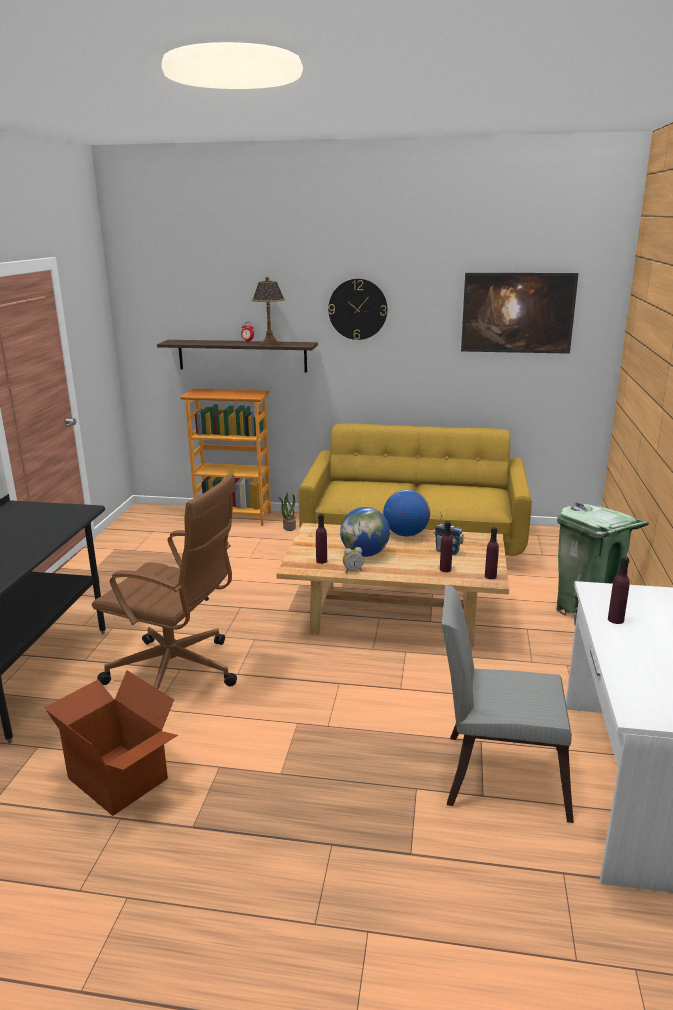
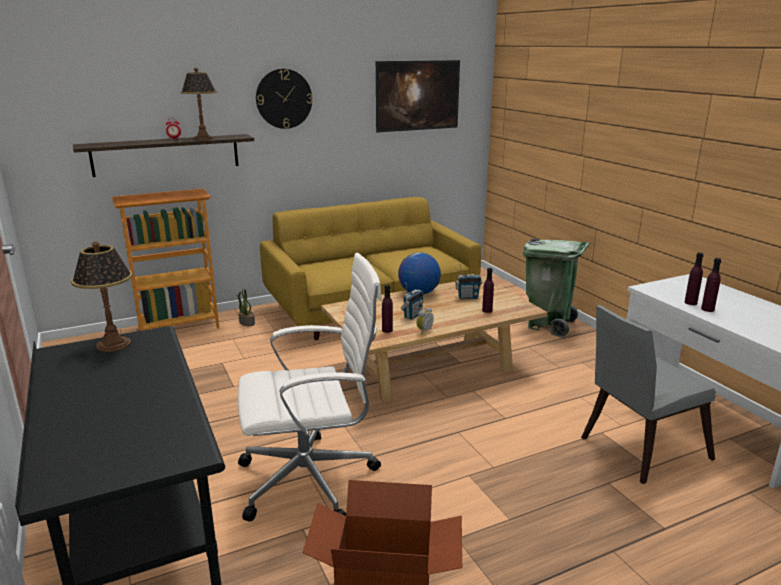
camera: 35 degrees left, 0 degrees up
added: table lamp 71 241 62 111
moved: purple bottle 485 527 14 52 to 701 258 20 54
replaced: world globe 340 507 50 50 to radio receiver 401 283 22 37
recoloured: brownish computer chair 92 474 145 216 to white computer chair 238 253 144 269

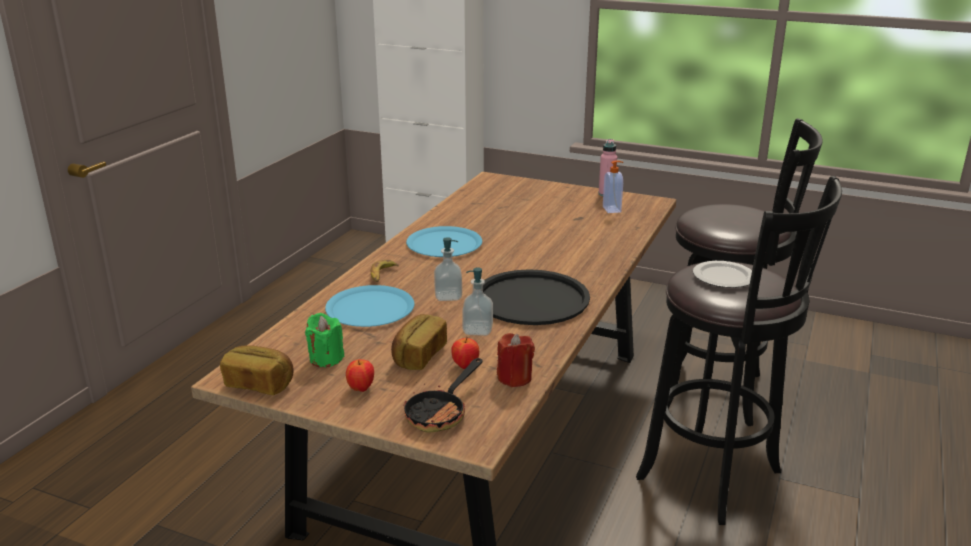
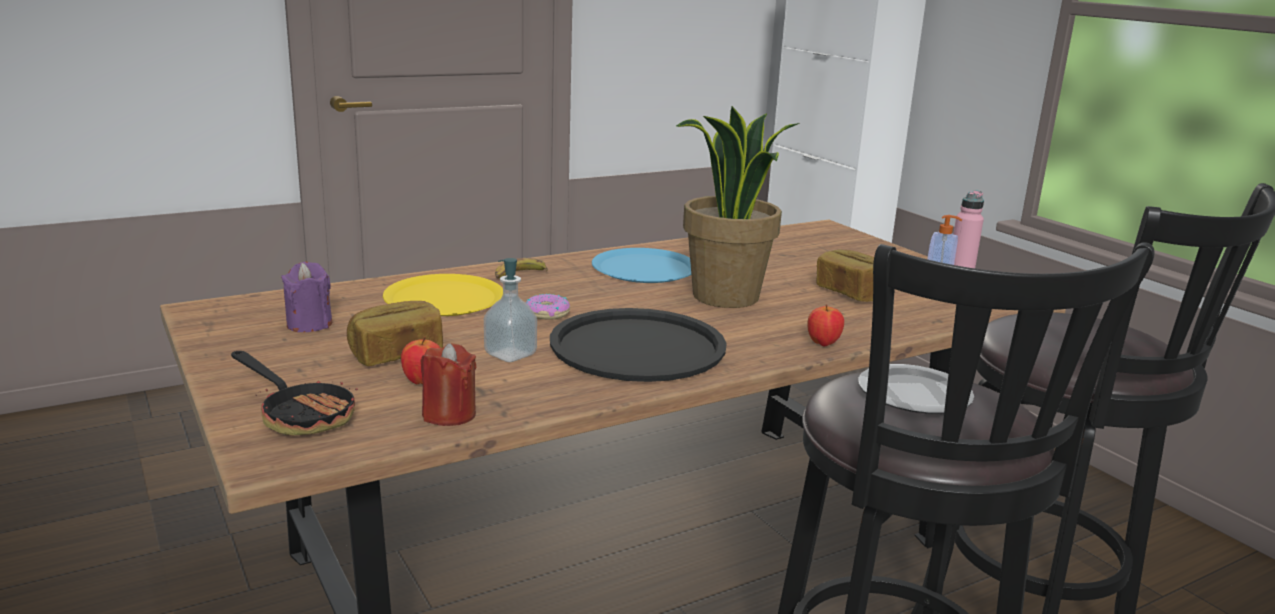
camera: 35 degrees right, 5 degrees down
added: houseplant 676 106 124 202
moved: baked bread 220 345 74 50 to 816 250 58 52; apple 346 359 28 33 to 807 304 37 42
replaced: soap dispenser 434 237 28 64 to donut 525 294 45 26
recoloured: green-coloured candle 305 313 39 54 to purple candle 281 262 51 70; blue flat dish 325 285 90 42 to yellowish flat dish 383 274 120 42
turned: frying pan 403 358 79 75 = 231 351 127 85 120 degrees counterclockwise

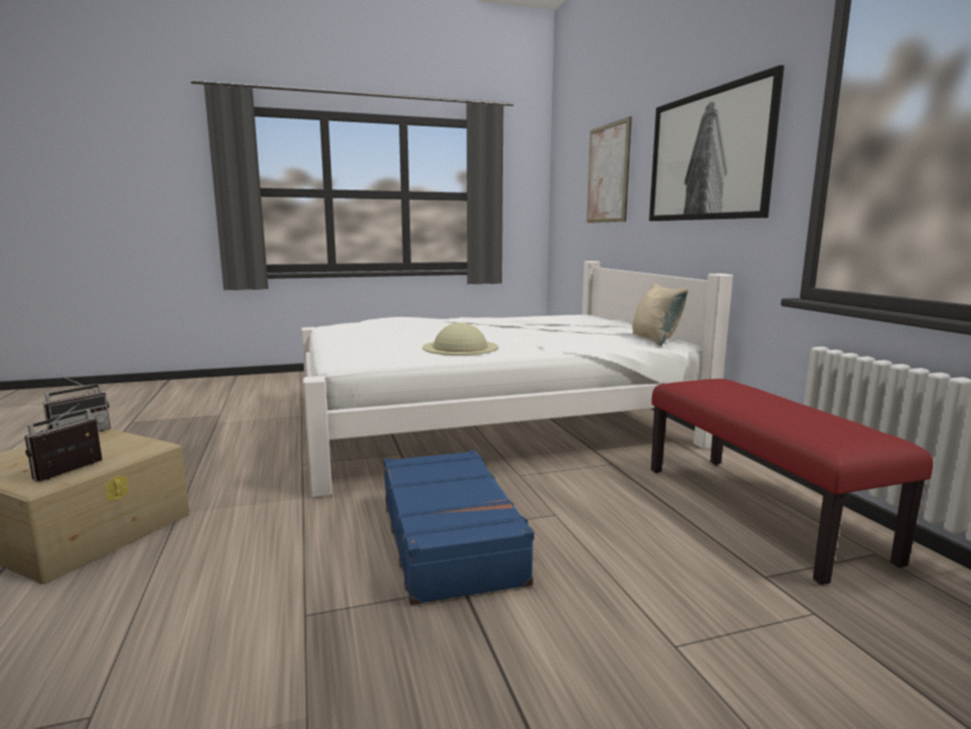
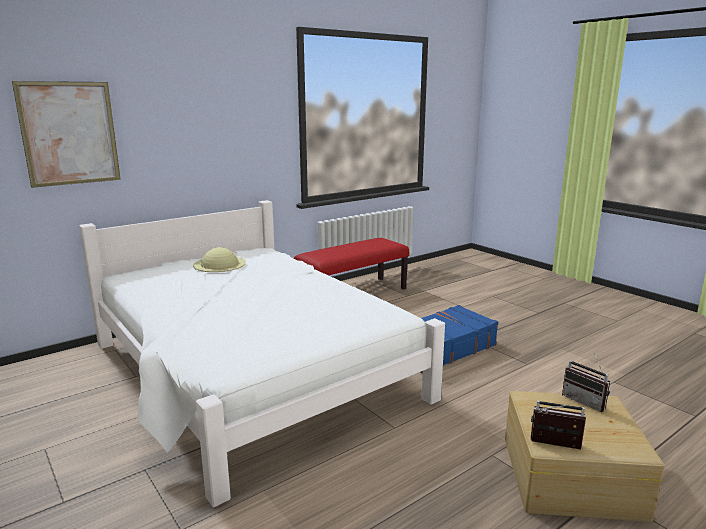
camera: 110 degrees left, 5 degrees up
removed: sand-coloured cushion 632 282 56 64; wall picture 649 65 135 156
moved: sand-coloured wearable hat 422 322 77 33 to 193 247 53 25
turned: radio receiver 25 403 77 79 = 562 353 48 59 45 degrees clockwise

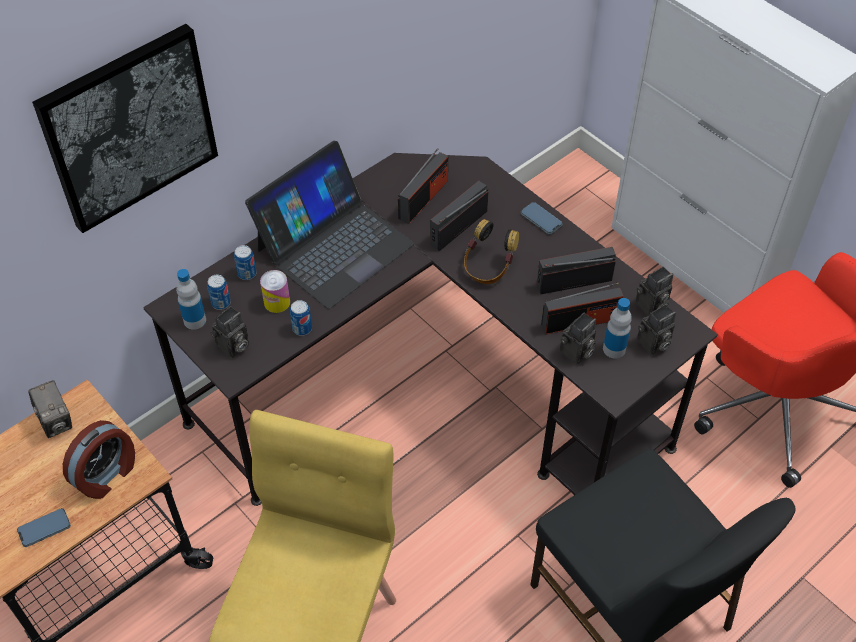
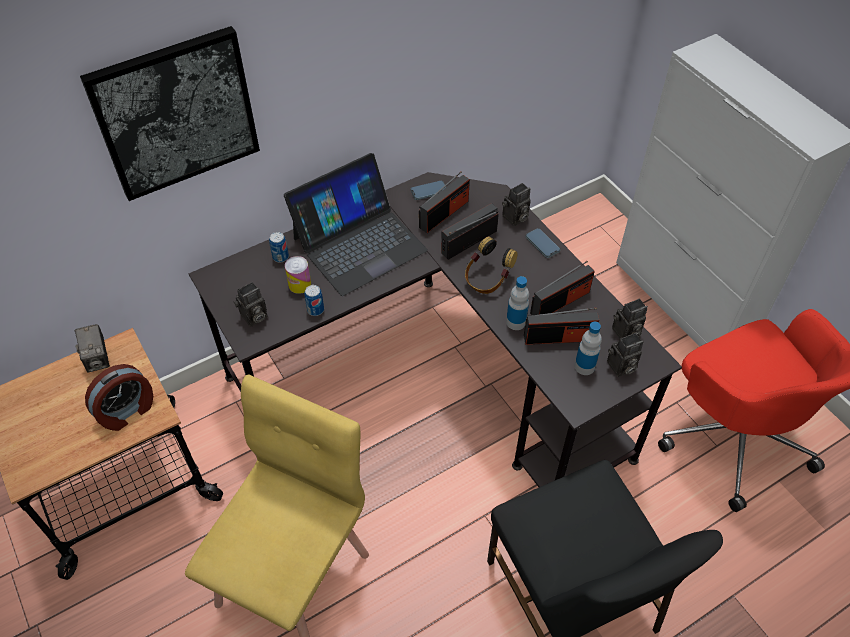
camera: 10 degrees right, 0 degrees up
removed: metal can 207 275 24 35
moved: telephone 17 508 54 39 to 411 181 35 19; bottle 176 269 30 61 to 506 276 23 54; photo camera 560 313 36 52 to 502 183 29 43
turned: radio receiver 537 247 79 48 = 530 261 65 54 150 degrees clockwise

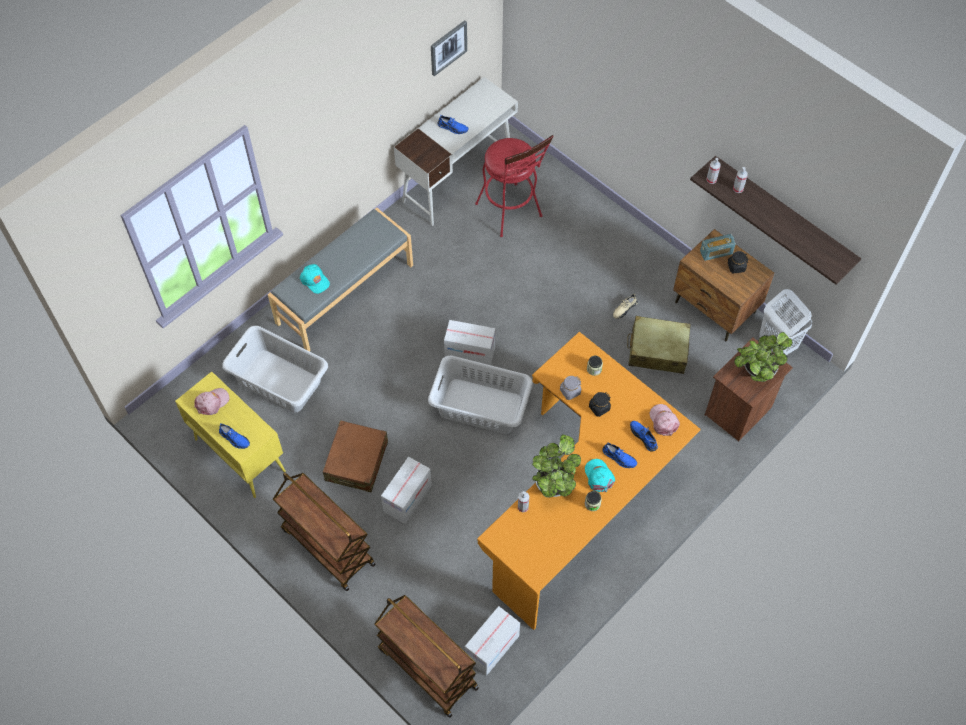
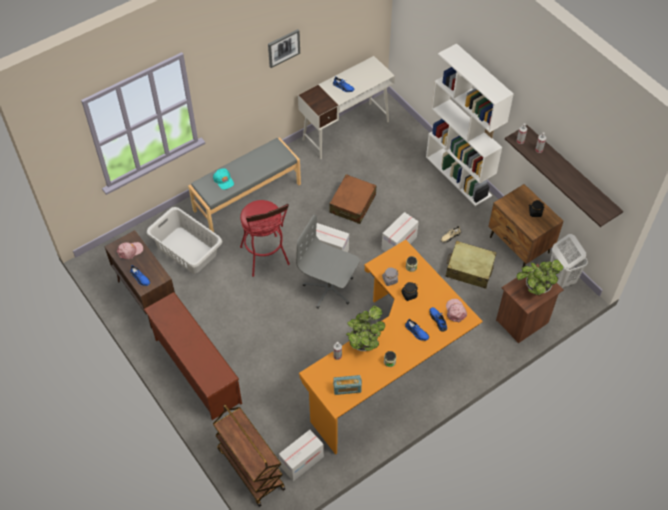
camera: 10 degrees right, 5 degrees down
removed: turquoise cap 585 459 30 33
added: white bookcase 426 43 88 163
moved: brownish suitcase 323 420 65 72 to 329 174 47 50; packing box 381 457 51 67 to 381 212 38 40; wall picture 431 20 36 56 to 268 29 32 39; reddish stool 475 135 79 102 to 240 200 50 77; radio receiver 700 234 36 27 to 333 375 29 20
replaced: brownish cart 273 473 103 118 to brownish shoe stand 144 292 98 128; greyish laundry basket 428 356 105 78 to greyish computer chair 296 215 64 94
recoloured: yellowish storage cabinet 175 372 111 126 to brownish storage cabinet 104 230 71 98

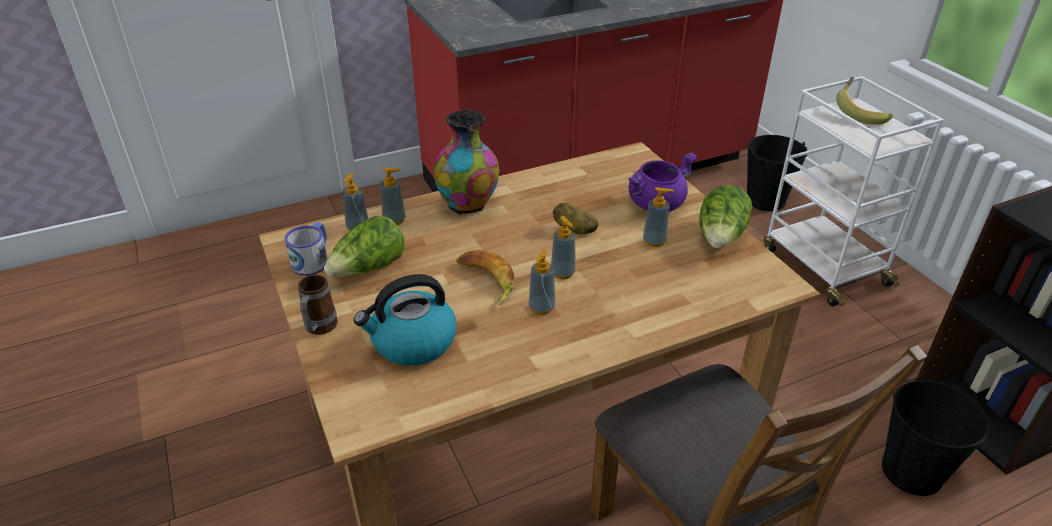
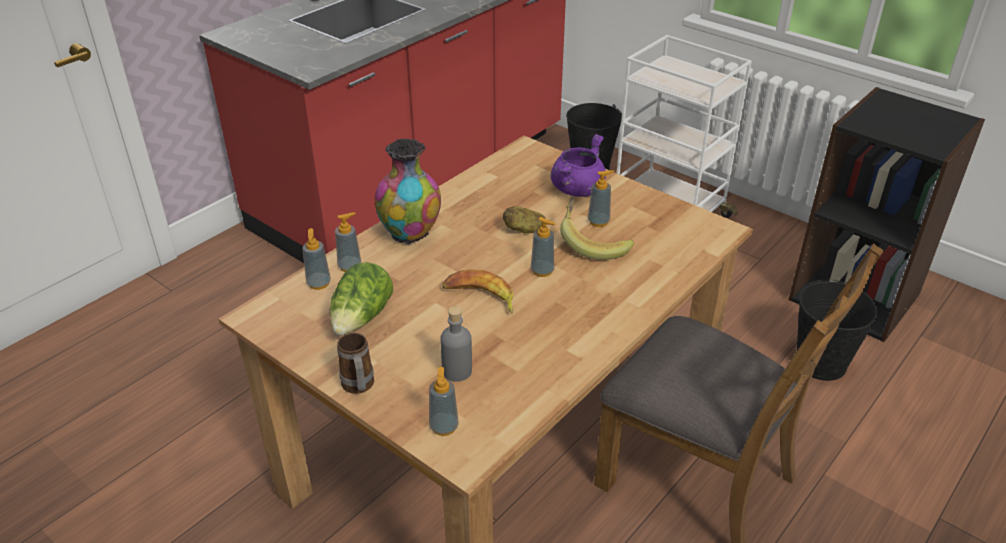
camera: 25 degrees left, 0 degrees up
removed: mug 285 222 43 54; lettuce 699 185 54 63
moved: soap dispenser 529 249 26 66 to 429 367 30 69; whole banana 836 77 57 48 to 560 198 74 62
replaced: water kettle 354 274 103 92 to greyish bottle 440 306 32 76

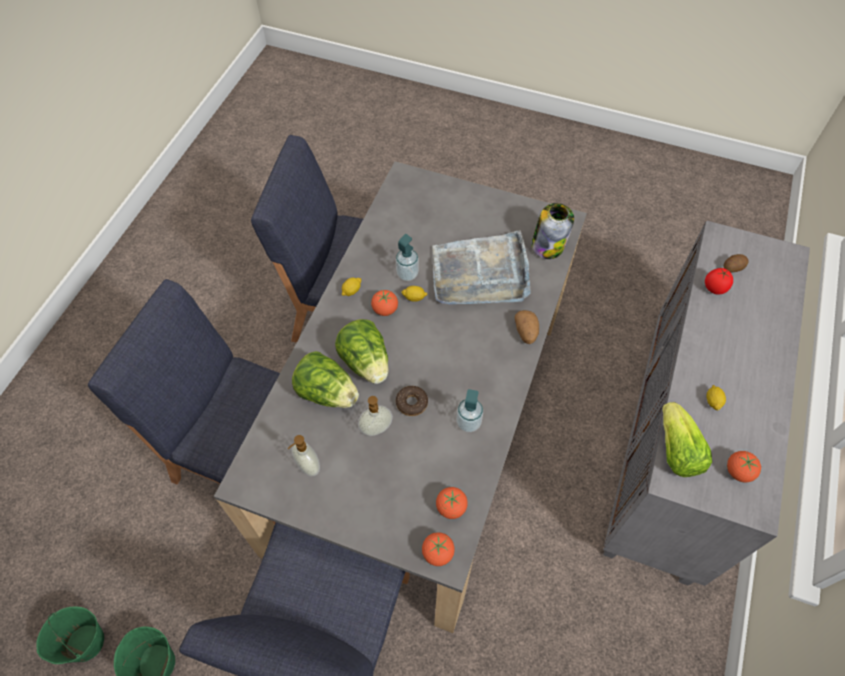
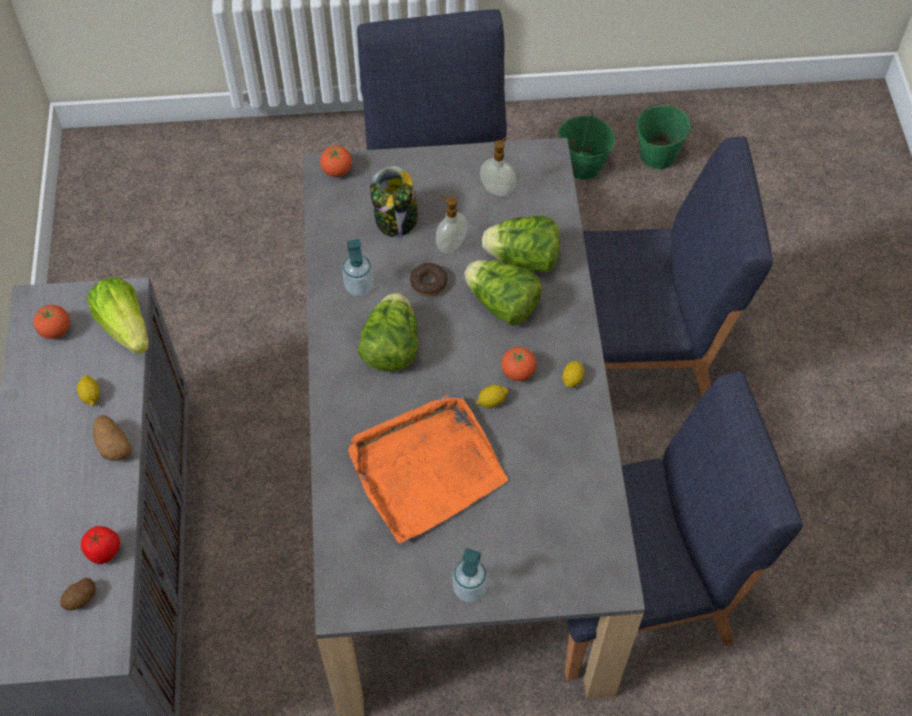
camera: 155 degrees right, 0 degrees up
removed: whole tomato 436 487 32 32
added: lettuce 358 293 60 79
moved: soap dispenser 396 234 23 47 to 453 548 34 54; spud 515 310 24 34 to 93 415 39 46; storage jar 531 203 43 56 to 370 166 48 71
recoloured: greyish carrying tray 432 230 98 74 to orangey carrying tray 348 395 160 148

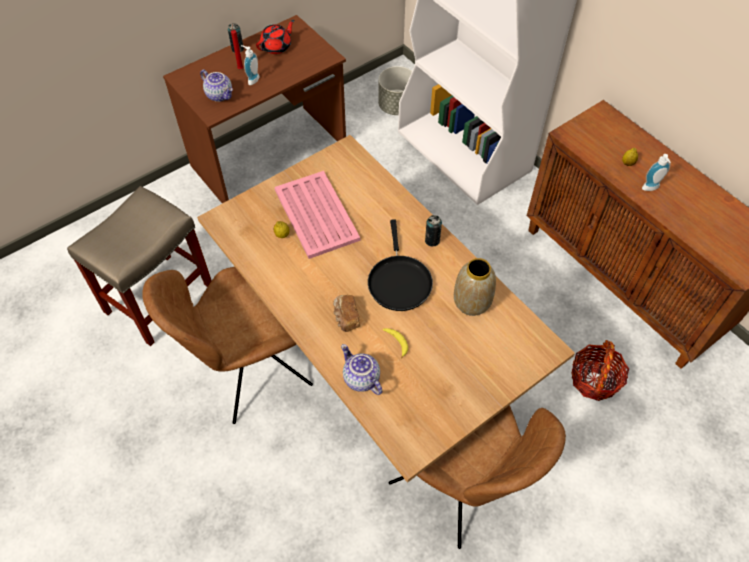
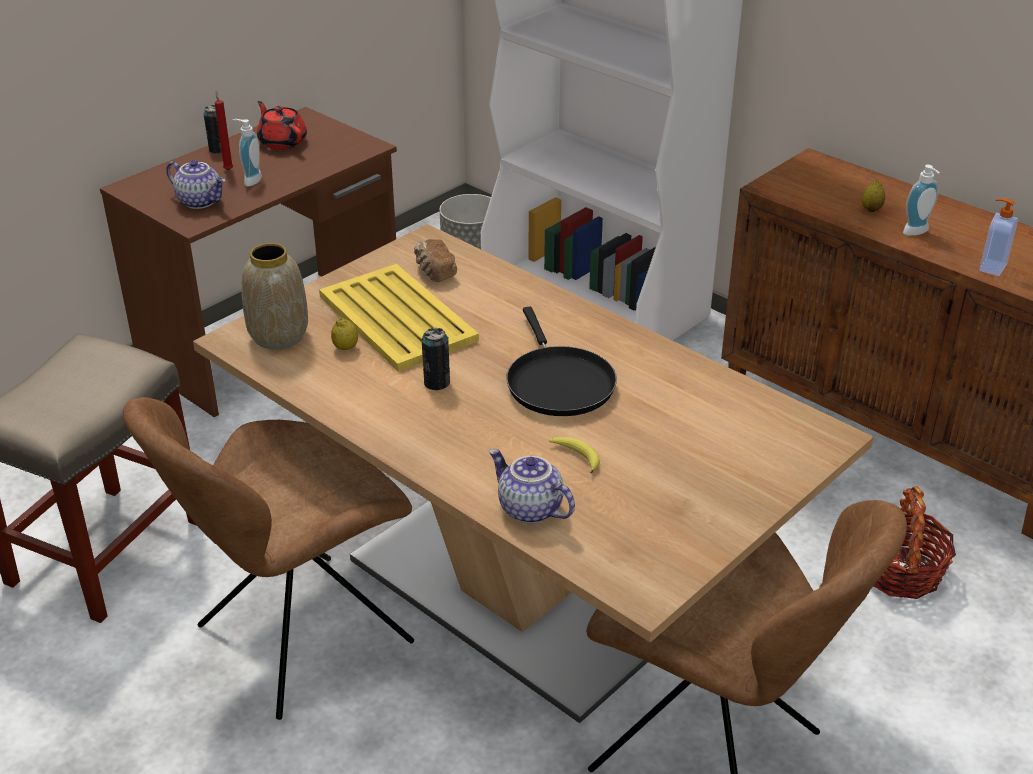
camera: 10 degrees left, 20 degrees down
added: soap dispenser 979 198 39 78
moved: baked bread 333 295 27 37 to 414 239 43 43; metal can 425 215 17 32 to 422 328 28 62; vase 454 258 42 58 to 242 243 66 106
recoloured: pink-coloured carrying tray 274 171 86 88 to yellowish carrying tray 319 264 160 108
turned: reddish tea pot 256 20 38 34 = 257 101 50 49 75 degrees counterclockwise

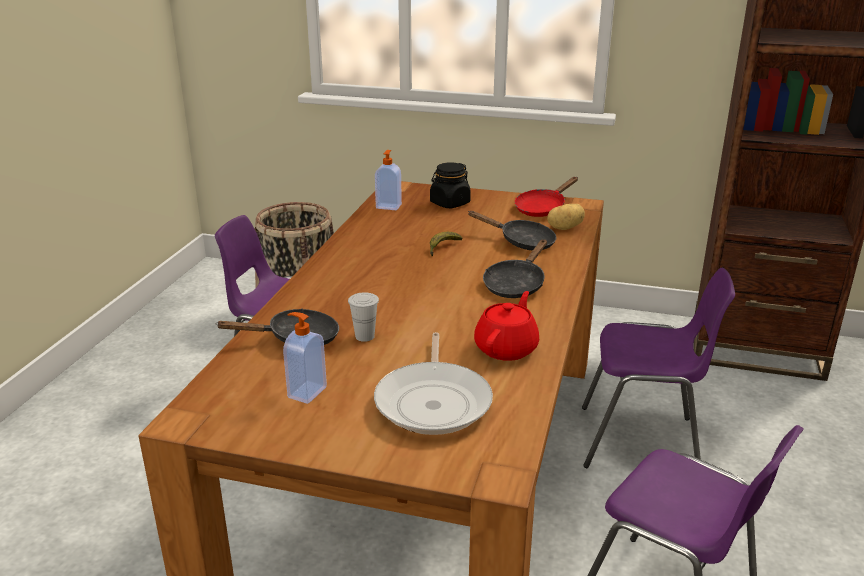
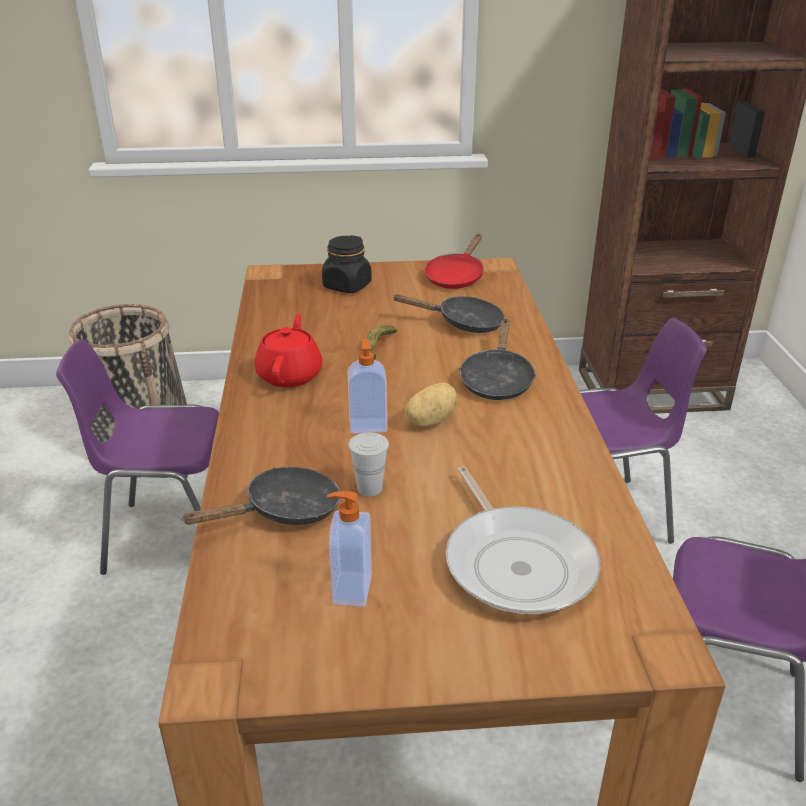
camera: 20 degrees left, 5 degrees up
moved: soap dispenser 375 150 27 60 to 347 339 40 95; reddish tea pot 474 291 65 70 to 254 314 68 73; spud 547 204 38 26 to 405 382 52 45

